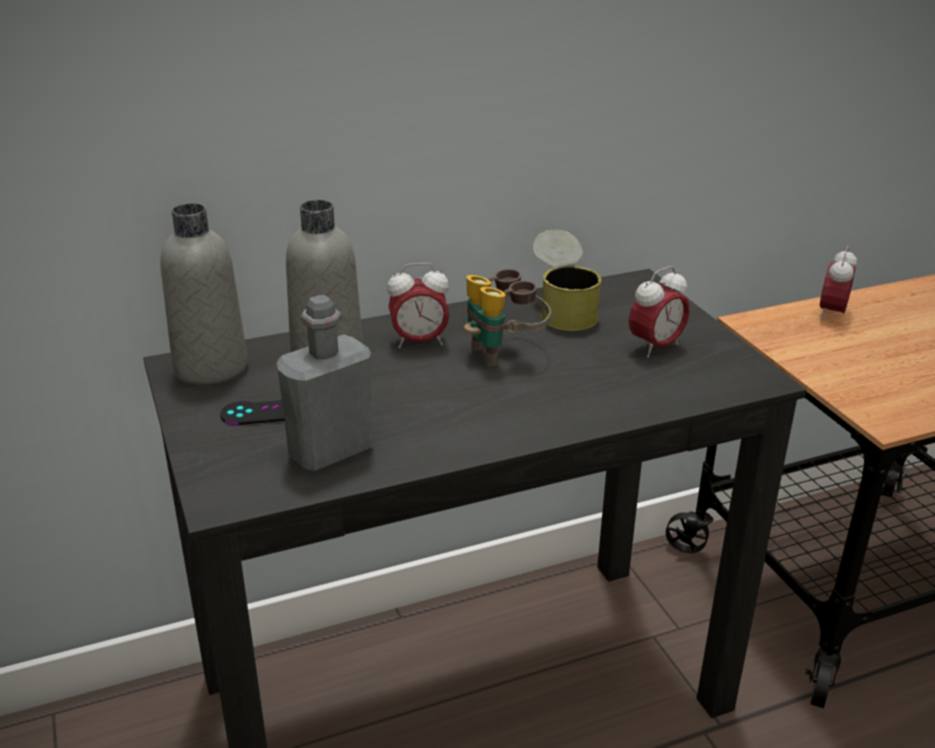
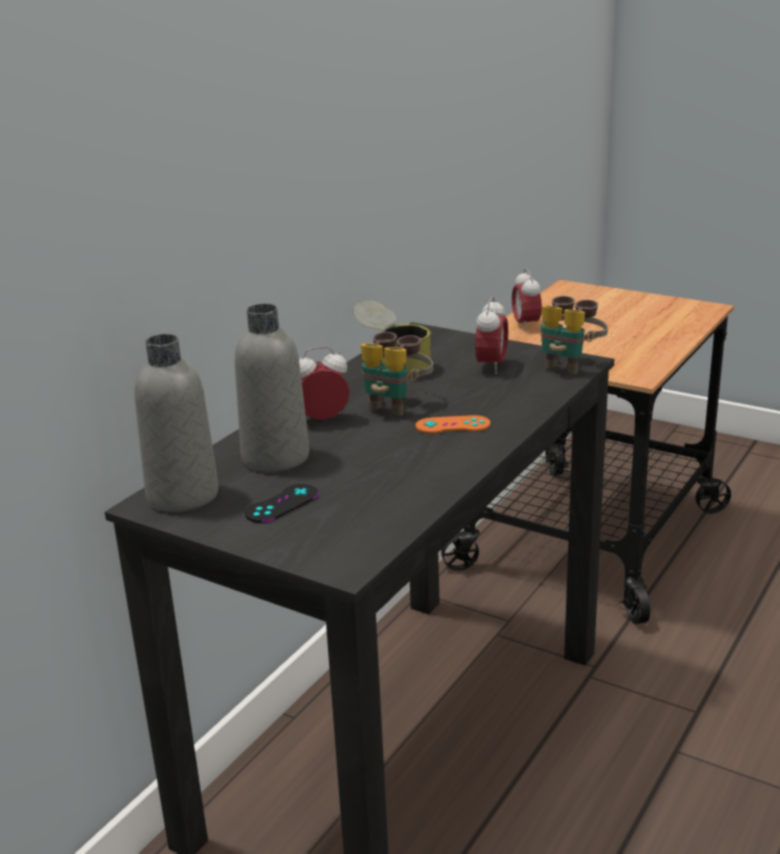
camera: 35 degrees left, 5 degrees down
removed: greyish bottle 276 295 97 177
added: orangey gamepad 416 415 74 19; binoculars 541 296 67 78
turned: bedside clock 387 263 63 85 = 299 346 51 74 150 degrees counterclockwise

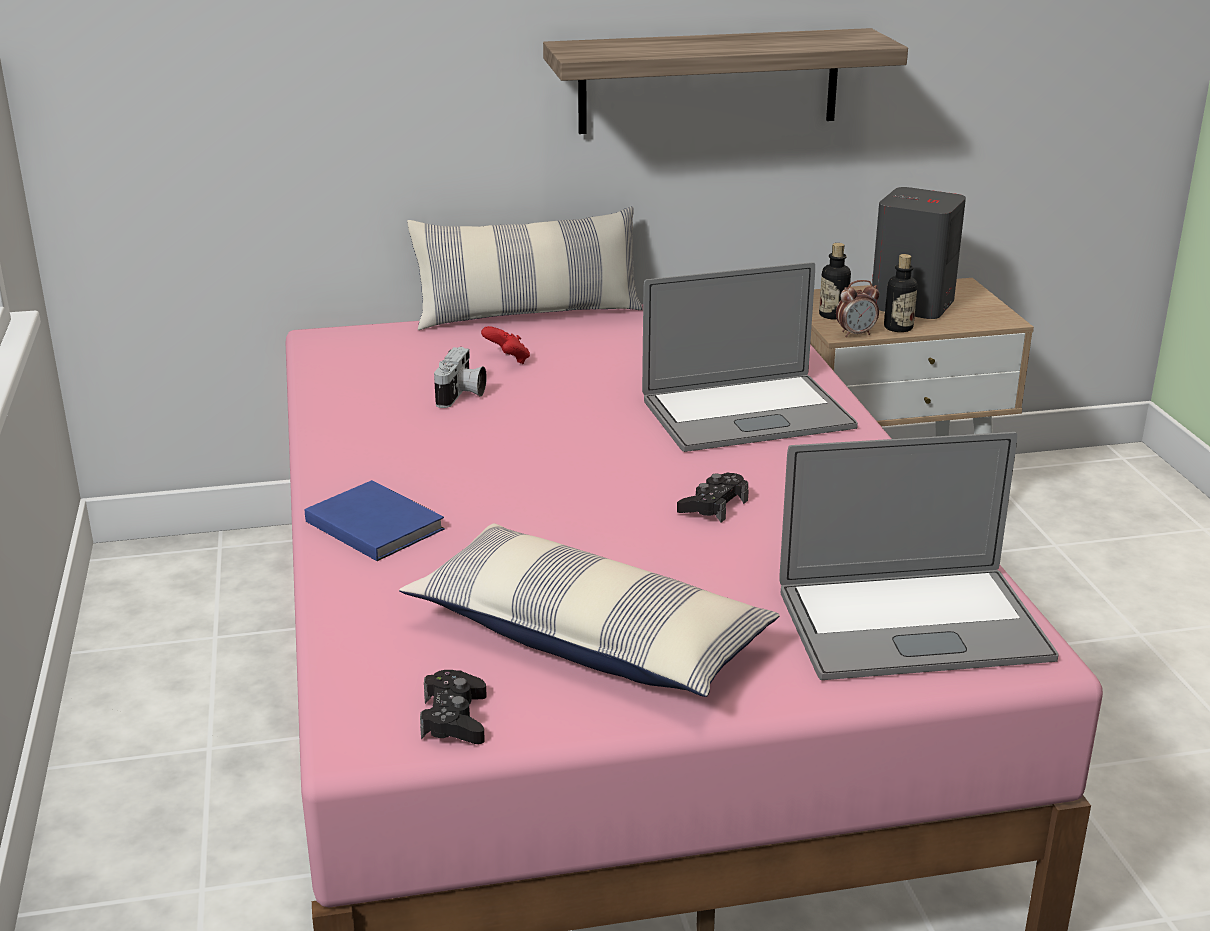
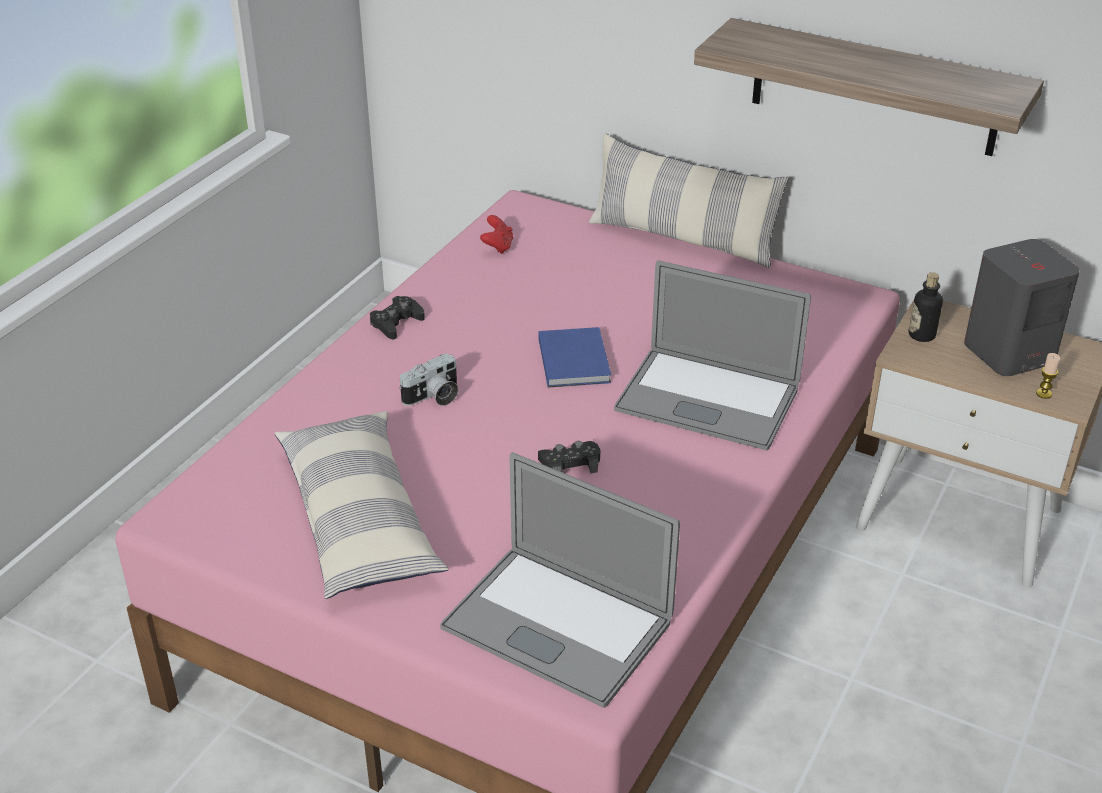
camera: 40 degrees right, 10 degrees up
removed: bedside clock 836 280 43 57; bottle 884 254 34 78
added: candle 1036 353 24 46
moved: blue bound book 305 480 140 81 to 538 327 73 61; black gamepad 420 670 67 74 to 370 296 55 43; photo camera 434 347 53 61 to 399 353 59 53; reddish gamepad 481 326 49 38 to 480 215 33 39

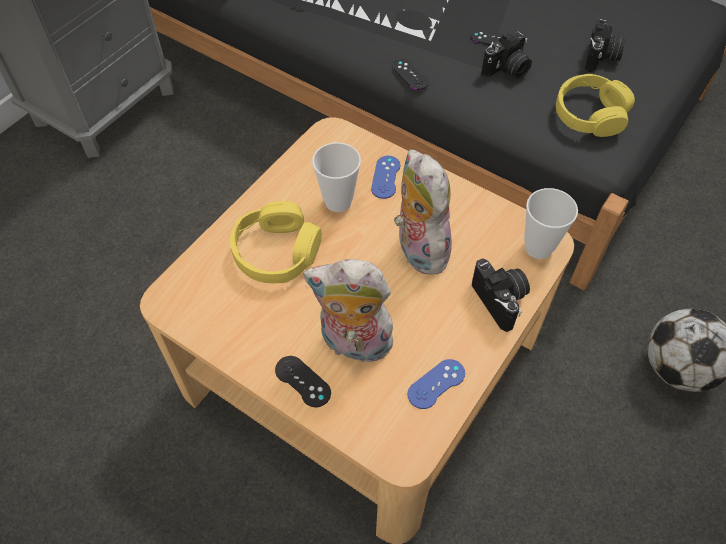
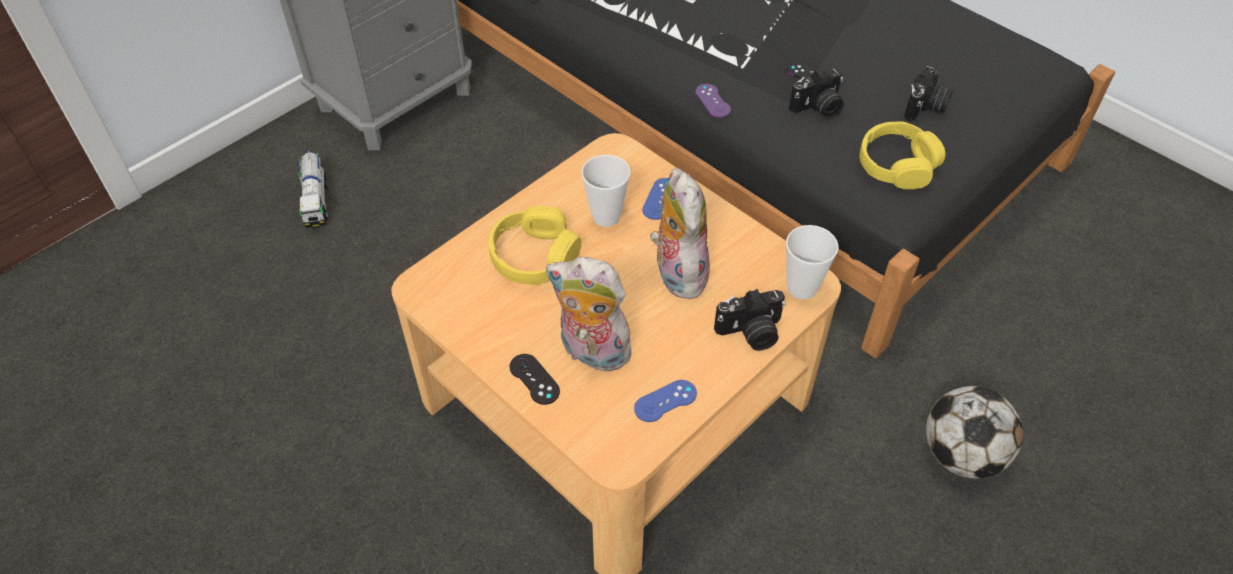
camera: 10 degrees right, 5 degrees down
added: toy truck 298 150 30 78
recoloured: black gamepad 392 59 37 31 to purple gamepad 696 84 35 34
turned: photo camera 472 258 58 74 = 714 289 72 62 90 degrees clockwise

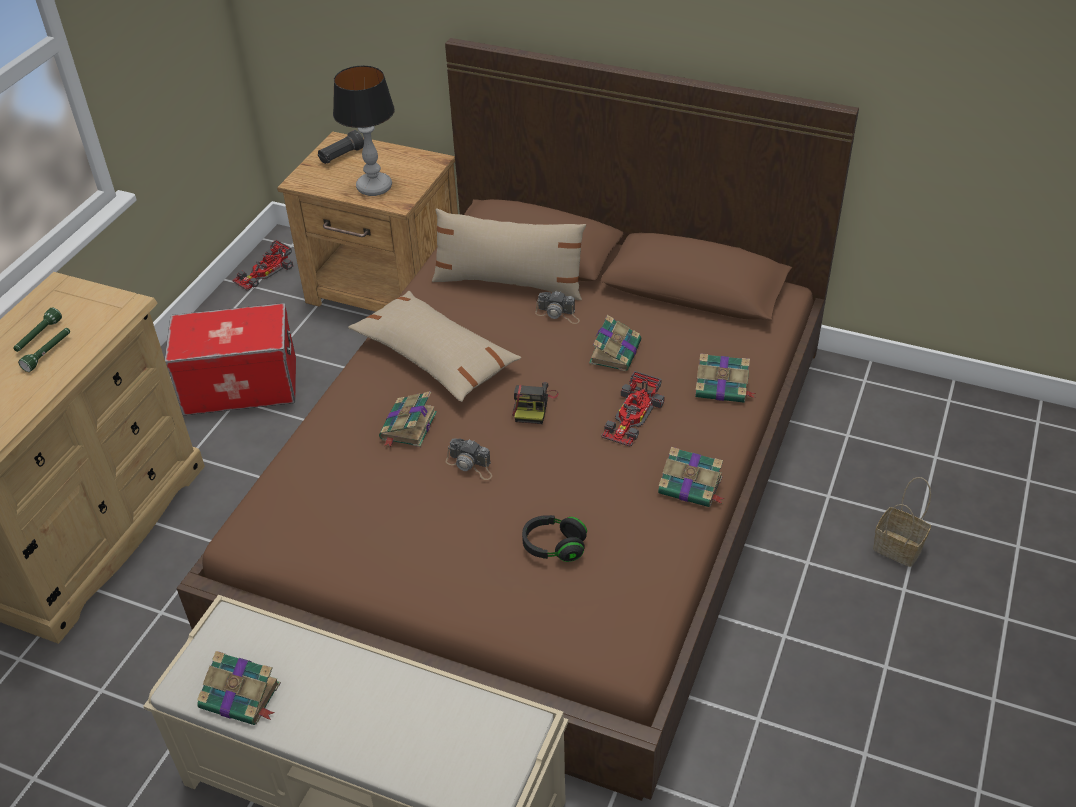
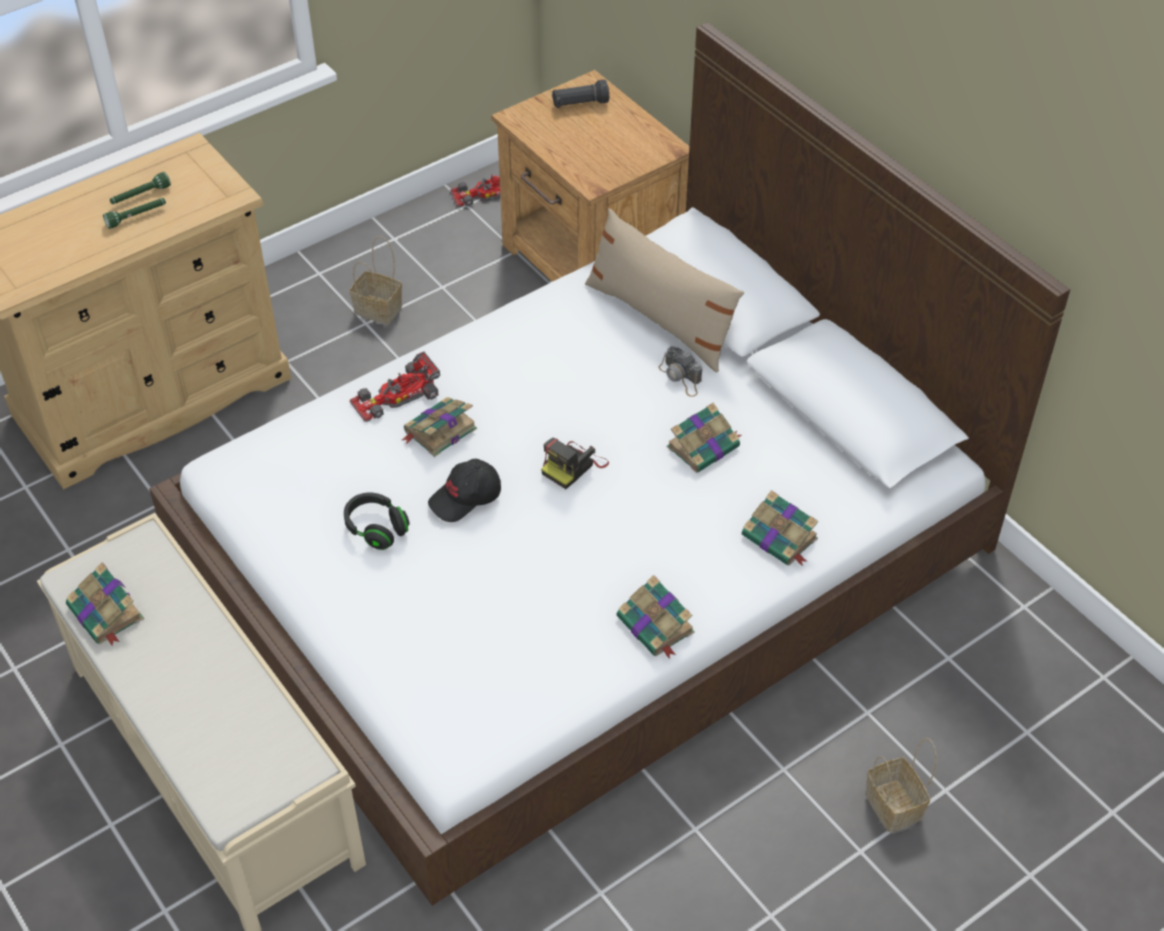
camera: 30 degrees right, 5 degrees up
removed: table lamp 333 65 62 131; sand-coloured cushion 348 291 173 111
moved: black pair of headphones 522 515 65 47 to 344 493 66 57; model car 601 371 64 76 to 350 352 90 70
replaced: storage container 165 303 131 112 to household basket 350 236 52 88; photo camera 446 438 46 42 to black cap 428 459 73 63
recoloured: brownish bed 177 38 682 763 to white bed 149 22 921 884

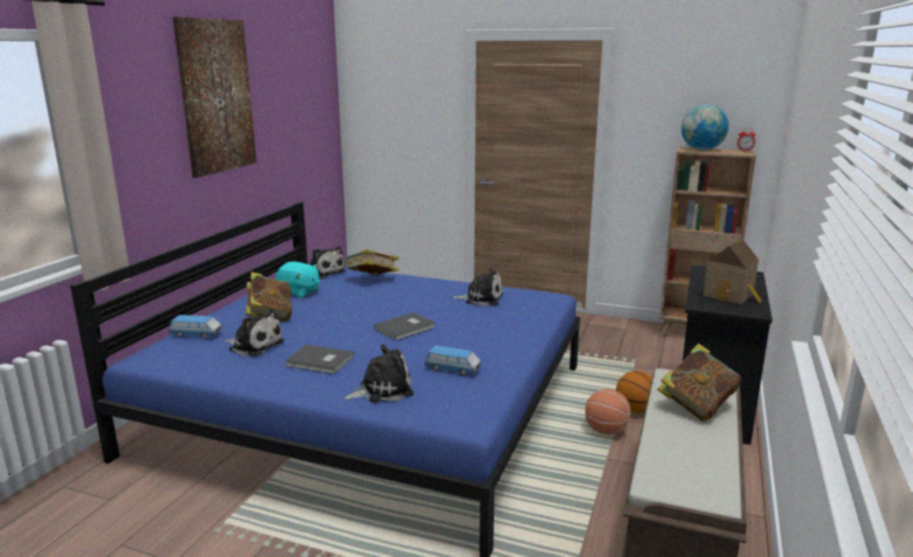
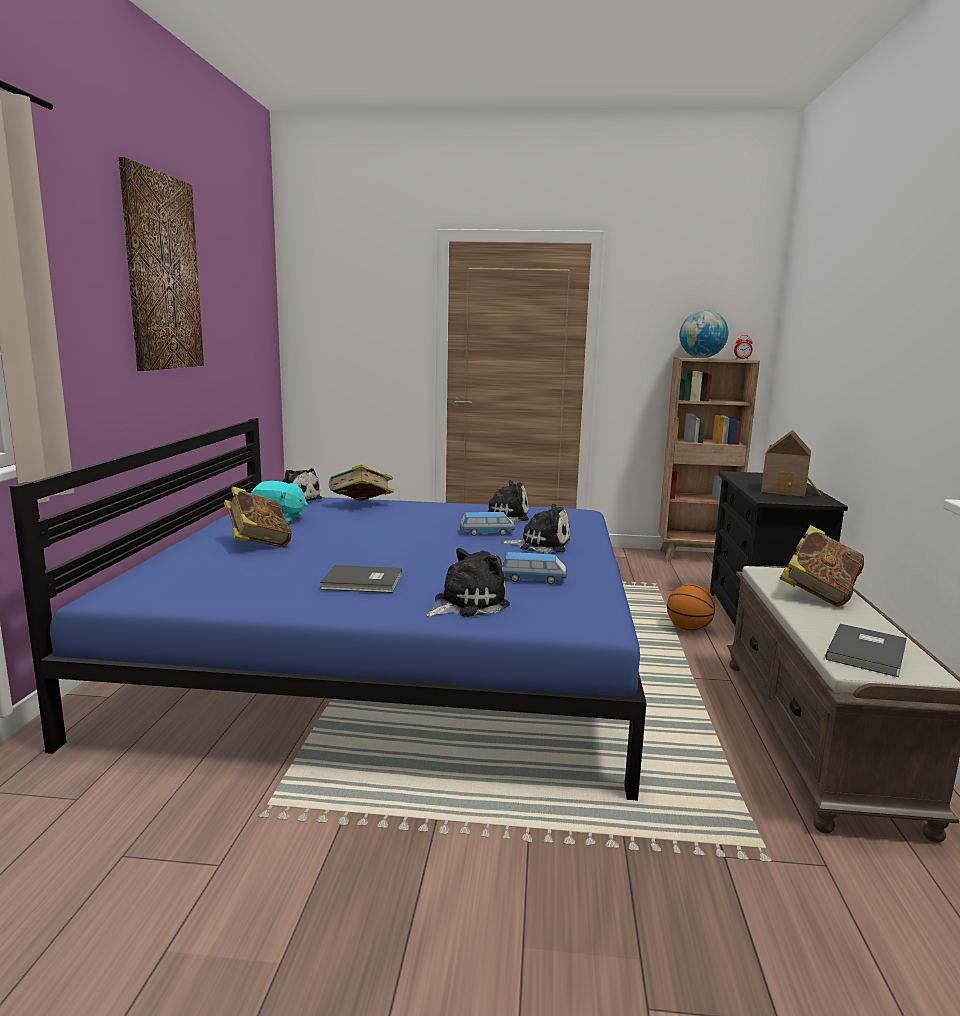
camera: 15 degrees left, 5 degrees down
removed: ball for basketball 585 389 46 46
moved: model car 169 315 53 24 to 460 512 55 24; plush toy 225 309 59 47 to 502 504 68 49; greyish bound book 374 312 61 28 to 825 624 82 53

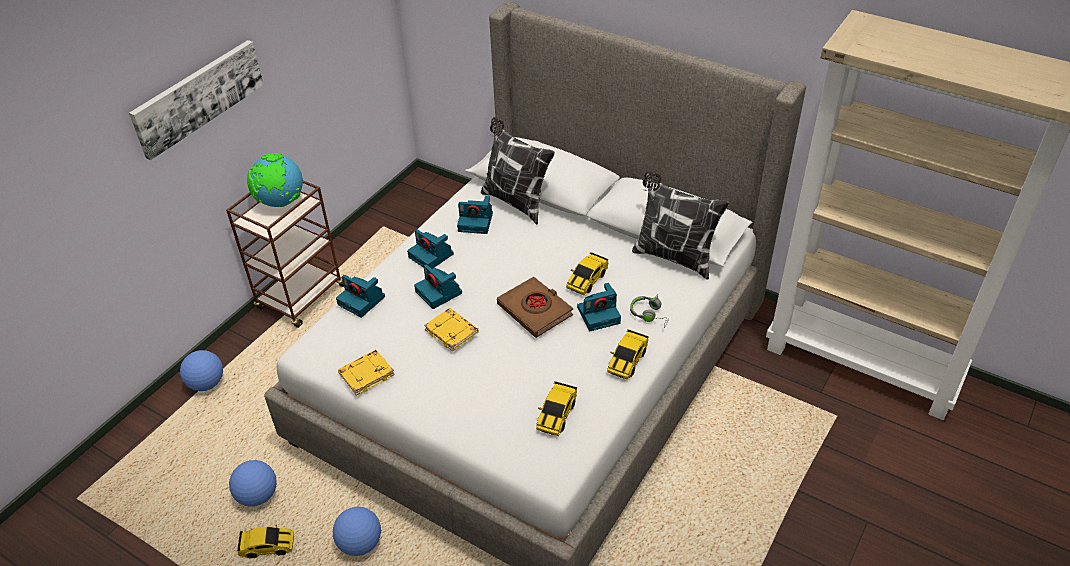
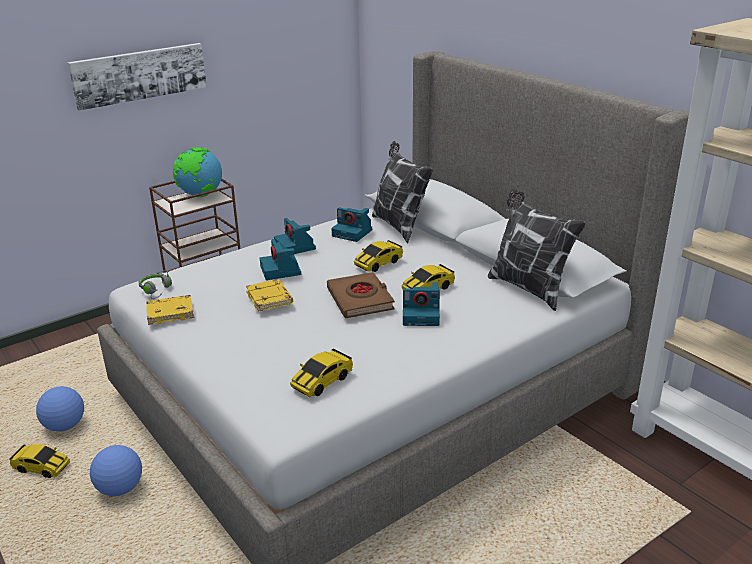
camera: 20 degrees right, 15 degrees down
removed: ball for football 180 350 43 41; photo camera 336 275 49 43
moved: model car 607 329 42 51 to 354 240 49 32; greyish pair of headphones 630 294 38 34 to 139 270 33 29

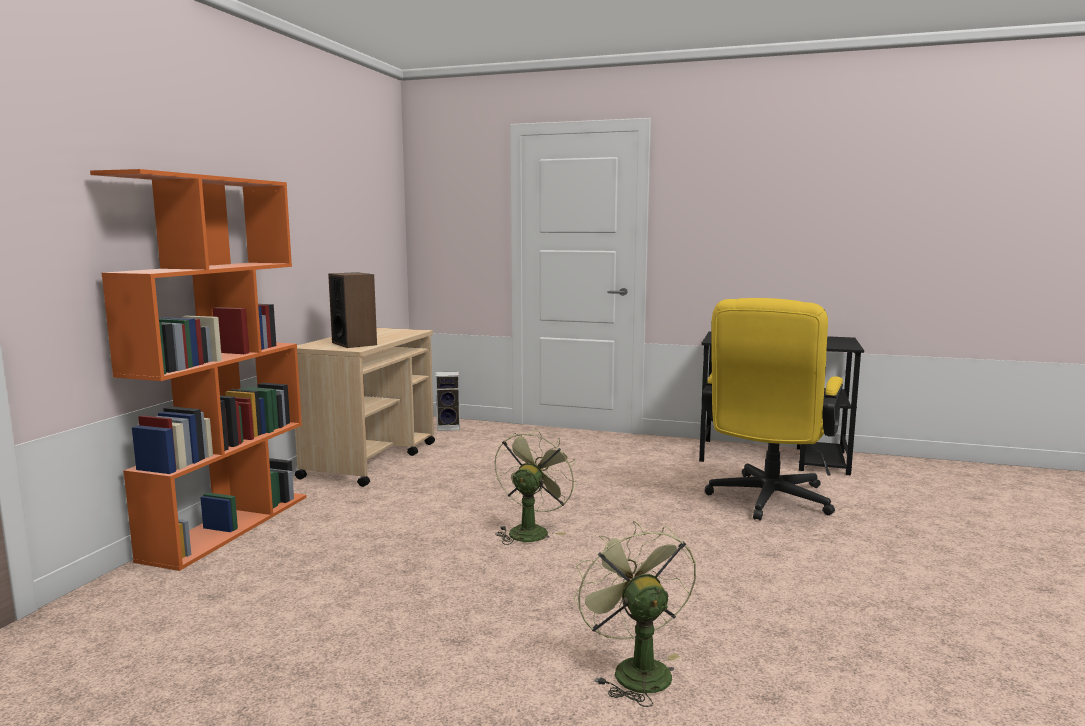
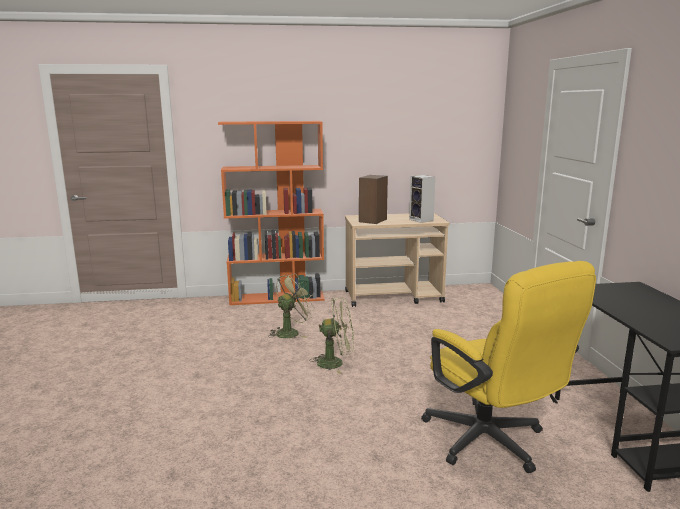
camera: 65 degrees right, 5 degrees up
moved: audio speaker 436 371 24 60 to 409 175 27 48; green-coloured cooling fan 574 521 122 186 to 268 273 47 65
turned: yellowish computer chair 702 298 141 223 = 421 261 175 212 120 degrees counterclockwise

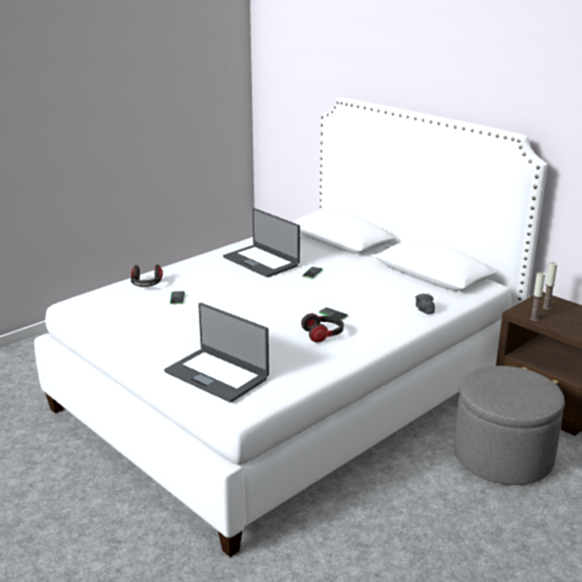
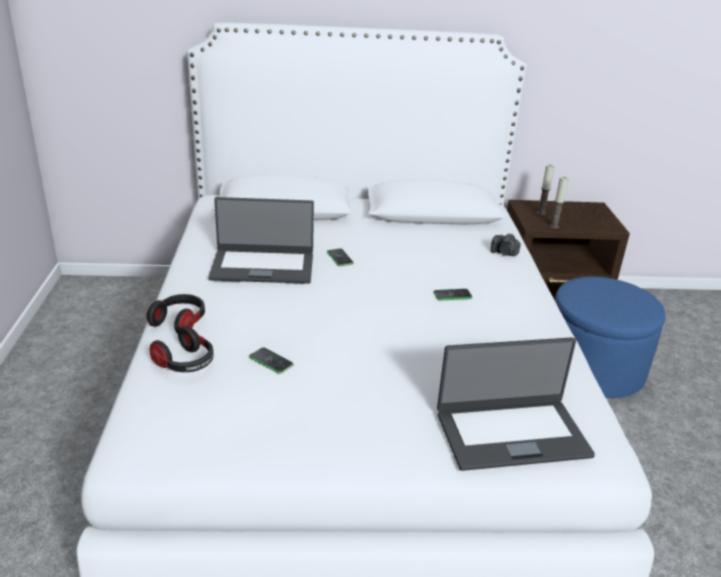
camera: 50 degrees left, 5 degrees up
moved: pair of headphones 301 313 43 29 to 147 294 58 40
recoloured: greyish footrest 454 366 111 119 to blue footrest 555 276 111 122

